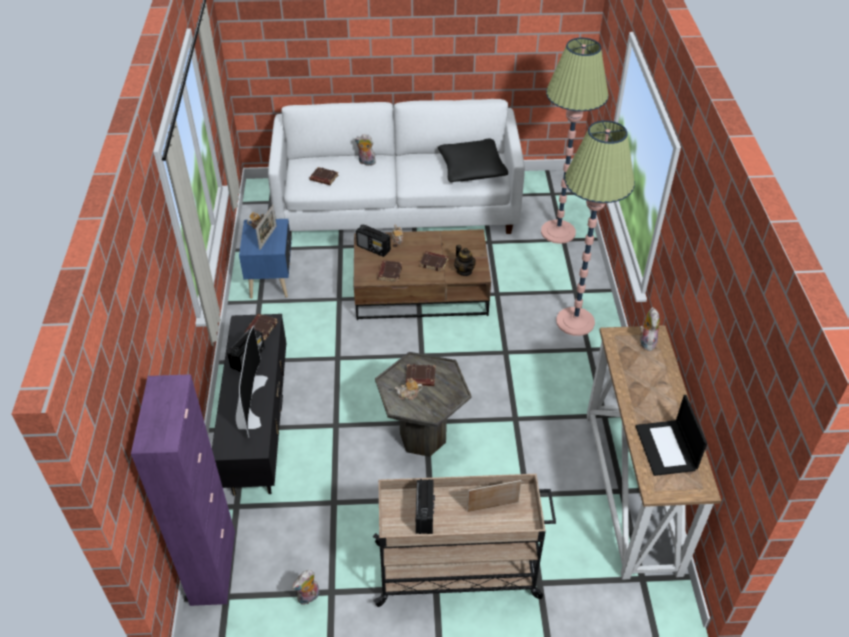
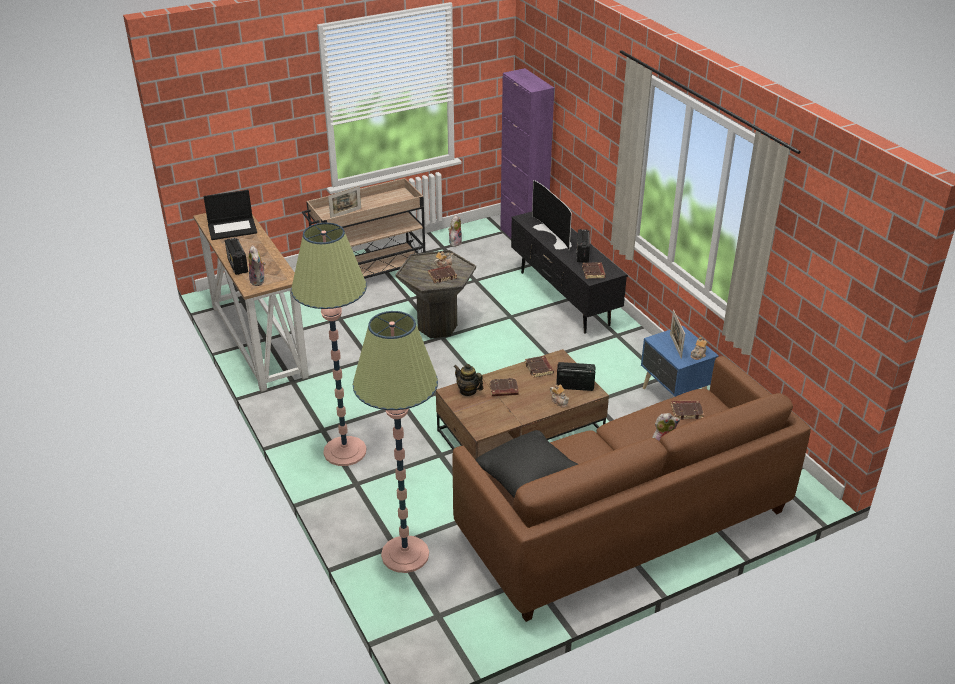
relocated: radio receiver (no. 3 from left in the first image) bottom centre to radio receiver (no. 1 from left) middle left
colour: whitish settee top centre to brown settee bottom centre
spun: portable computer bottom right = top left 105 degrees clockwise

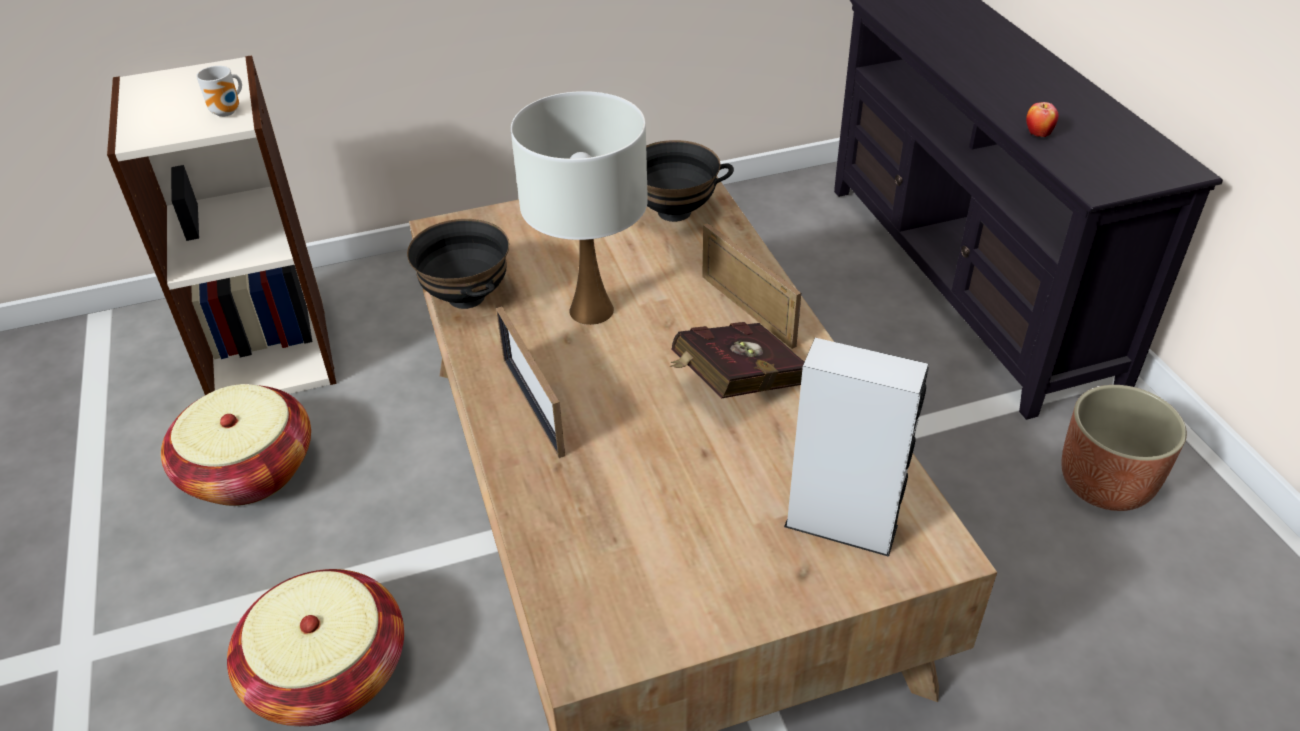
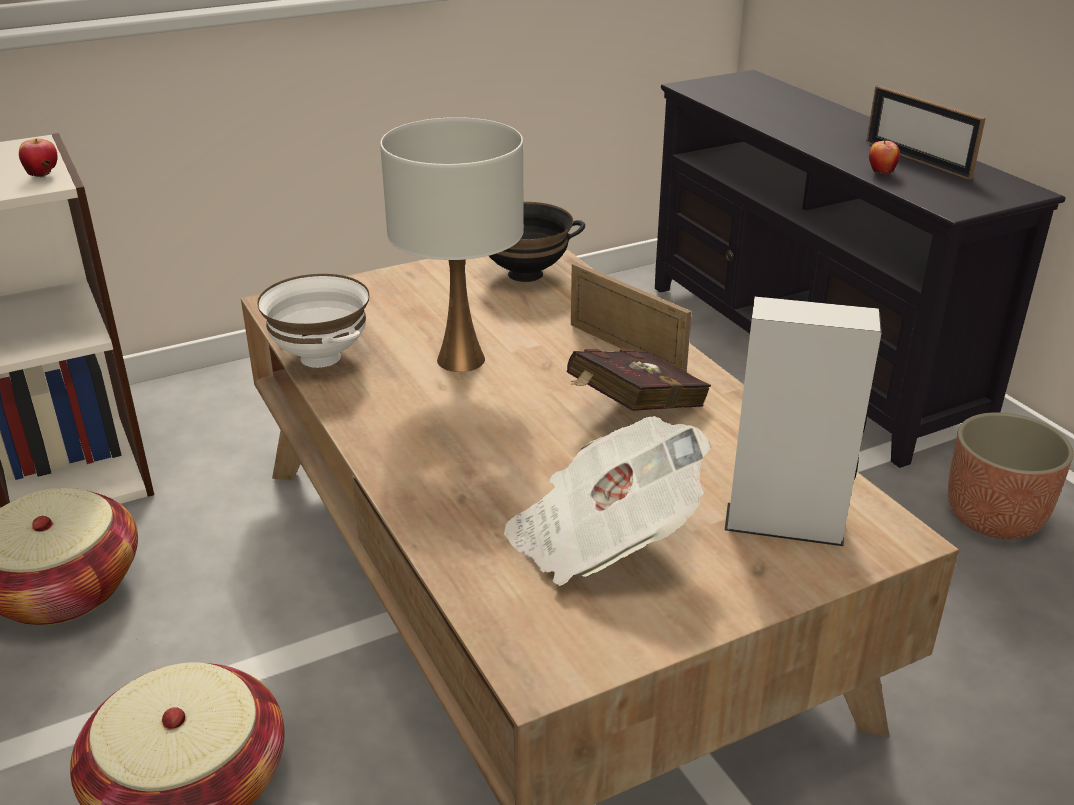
appeared: daily paper centre
relocated: photo frame (no. 1 from left in the first image) centre to photo frame (no. 2 from left) top right
exchanged: mug top left to apple (no. 1 from left) top left
colour: black-coloured serving bowl (no. 1 from left) centre to whitish serving bowl middle left

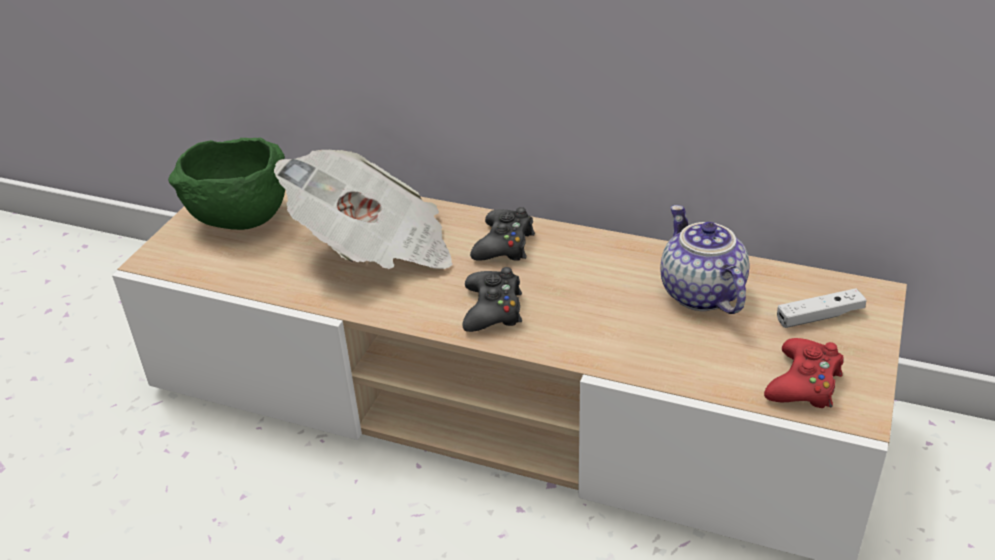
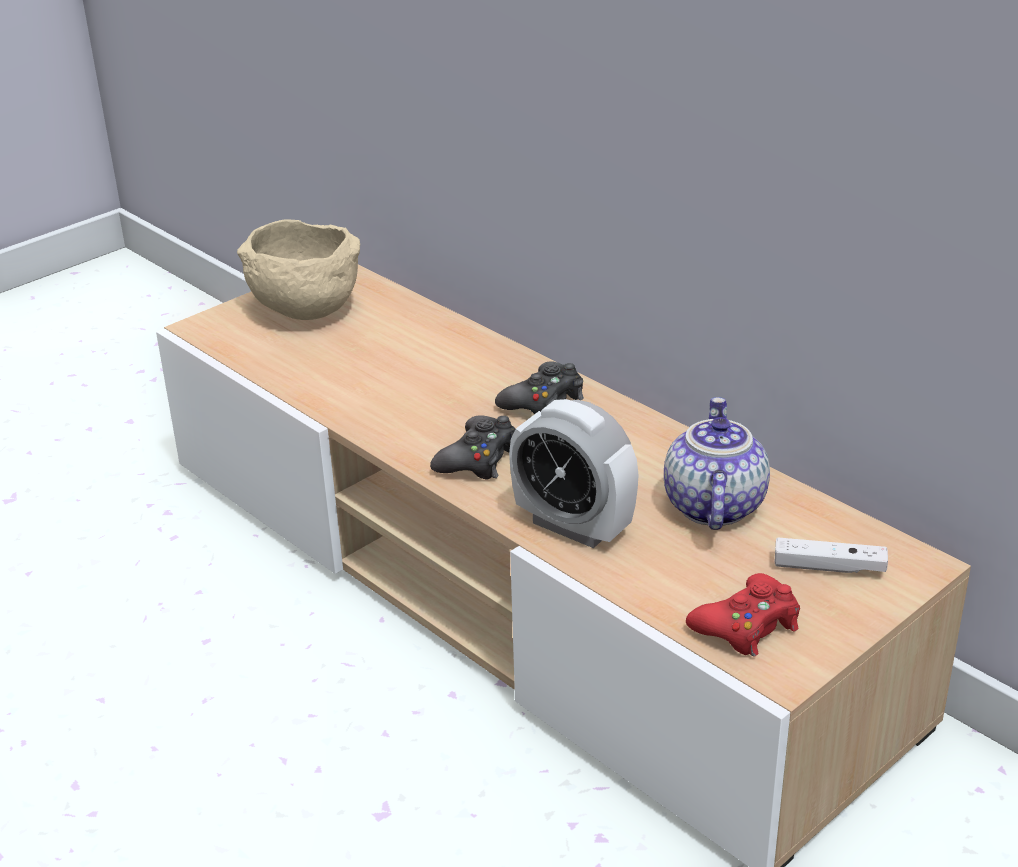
missing: daily paper centre
appeared: table clock centre
colour: green serving bowl top left to beige-coloured serving bowl top left

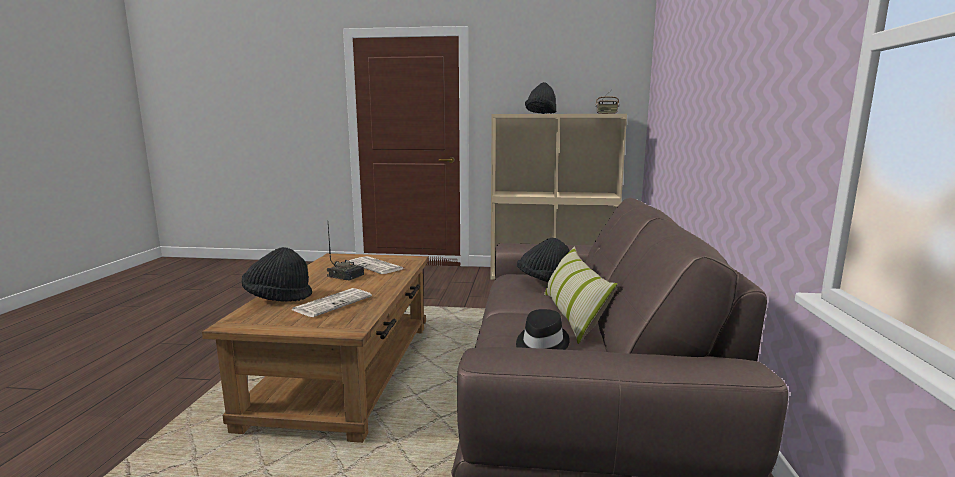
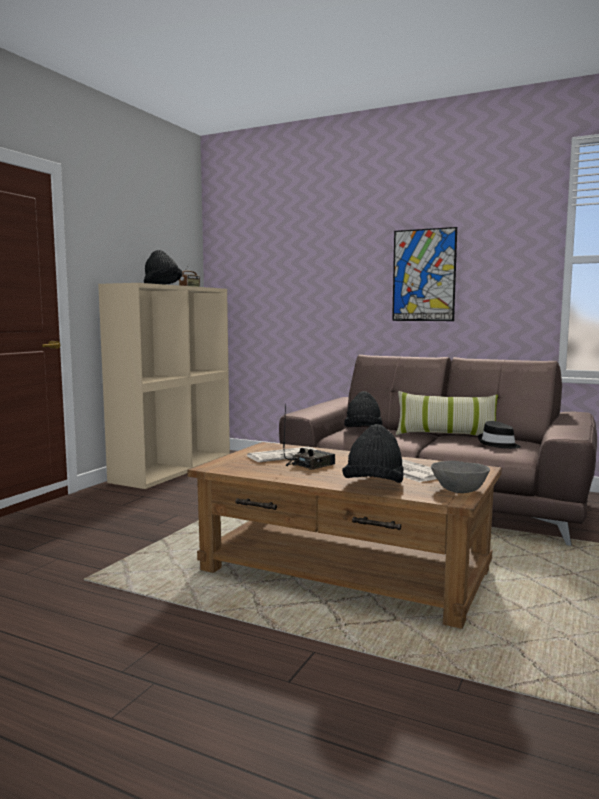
appeared: wall art middle right; grey serving bowl middle right

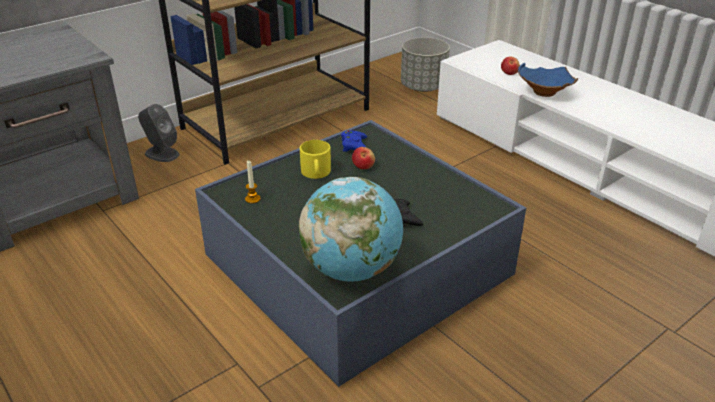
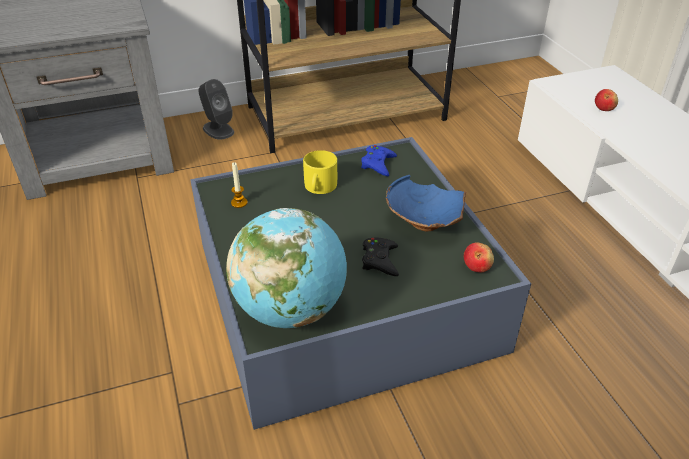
missing: grey flower pot top centre
relocated: apple (no. 1 from left) centre to middle right; blue-coloured serving bowl top right to centre

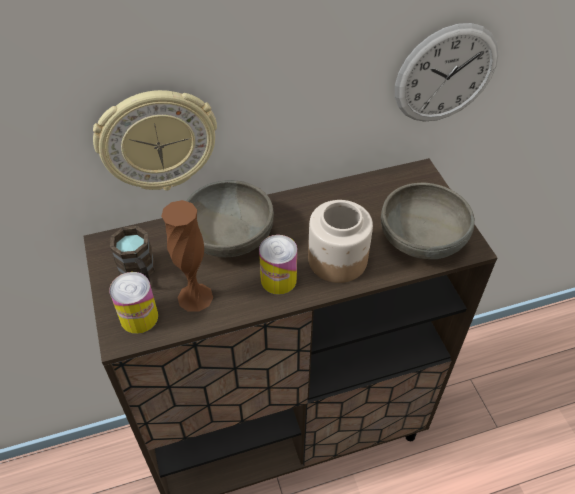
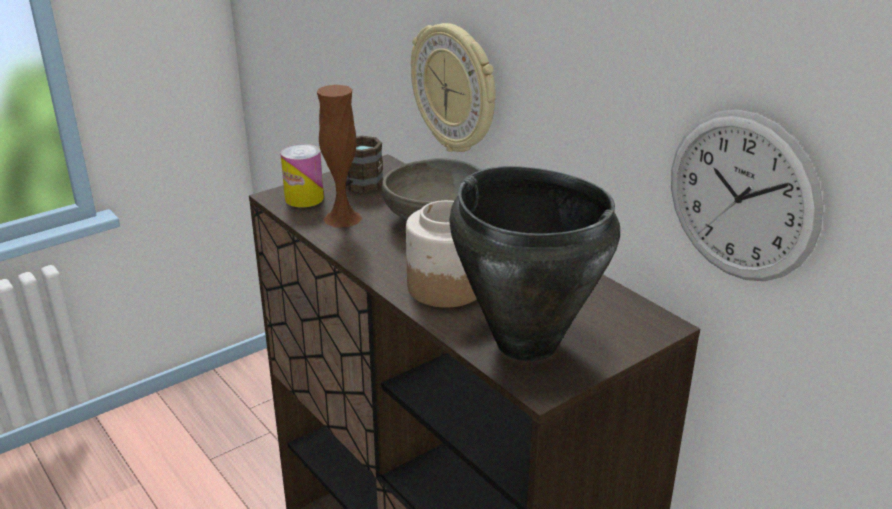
missing: sealed can (no. 2 from left) centre
exchanged: grey serving bowl (no. 2 from left) middle right to black-coloured saucepot centre

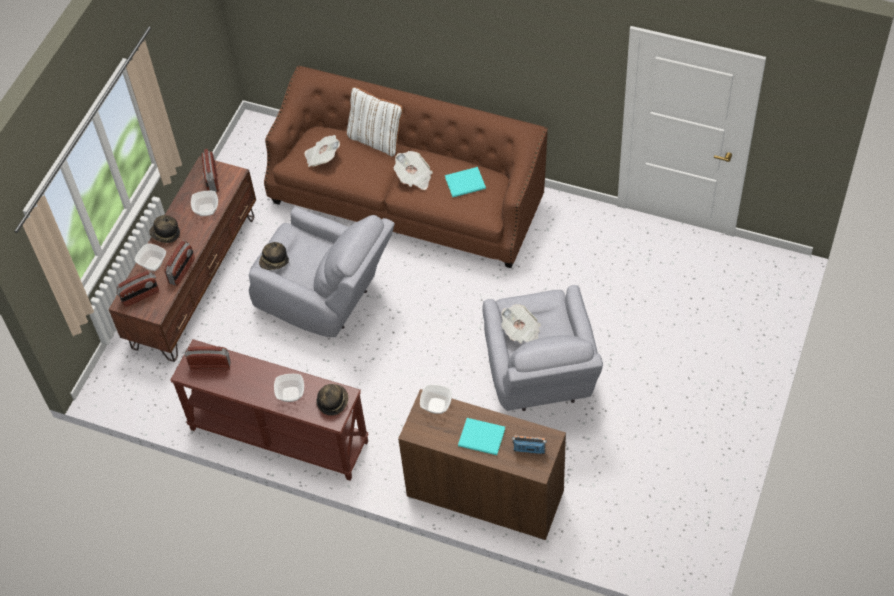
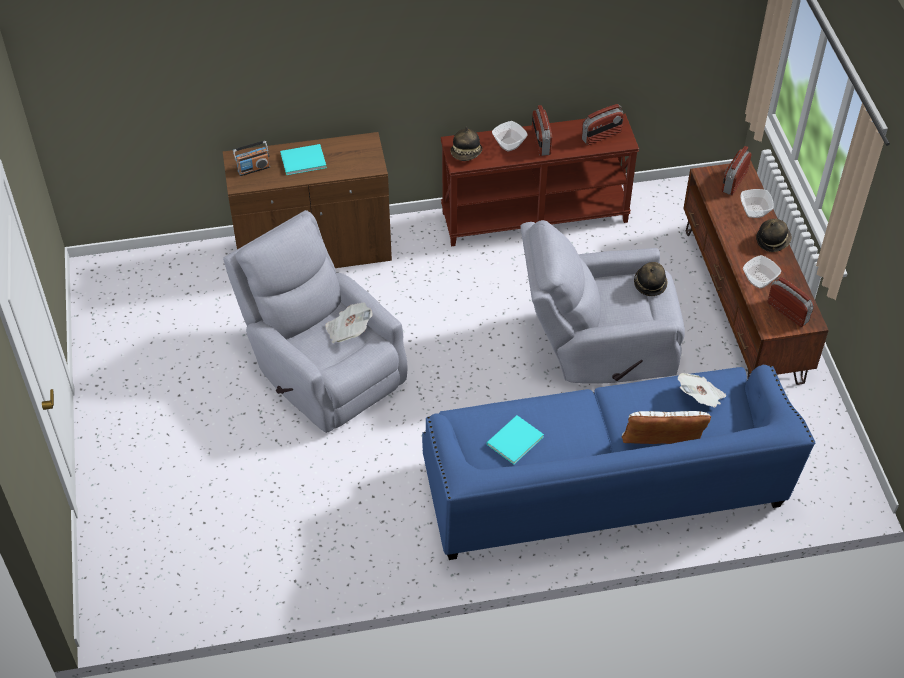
missing: daily paper (no. 2 from left) top centre; serving bowl (no. 4 from left) bottom centre
relocated: radio receiver (no. 2 from left) middle left to top centre
colour: brown settee top centre to blue-coloured settee bottom right

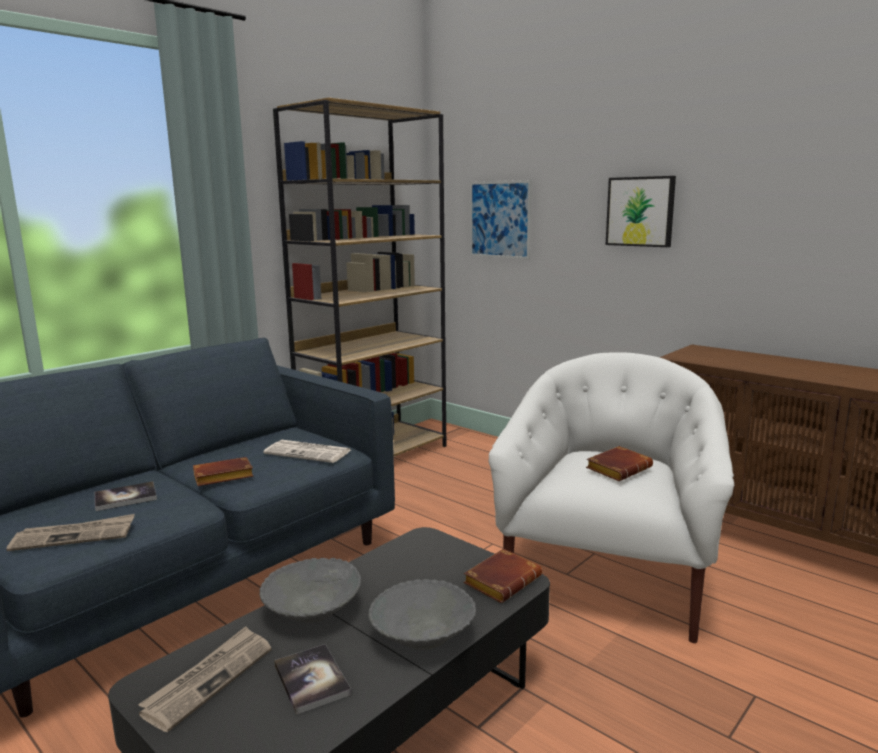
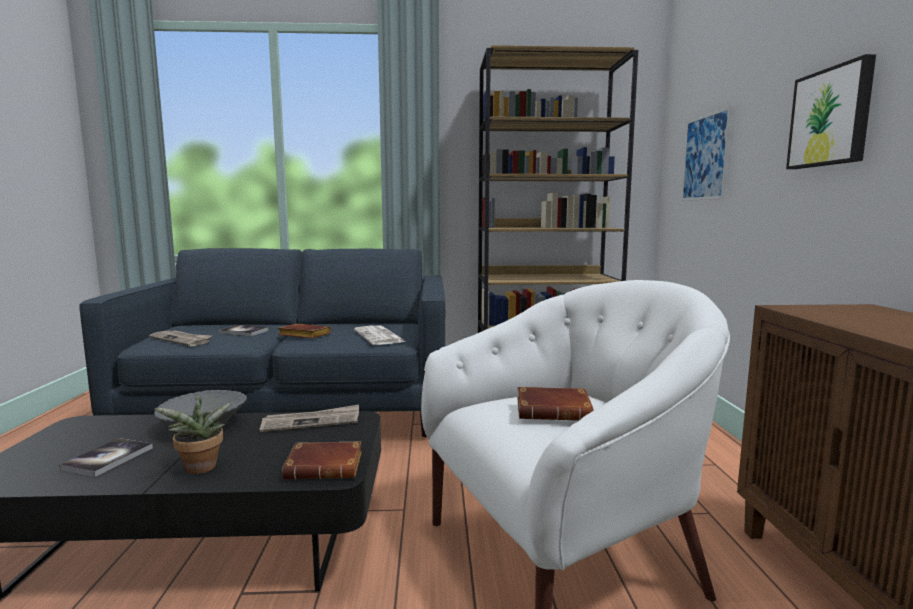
relocated: daily paper (no. 2 from left) bottom left to bottom centre
exchanged: grey serving bowl (no. 2 from left) bottom centre to plant in a pot bottom left

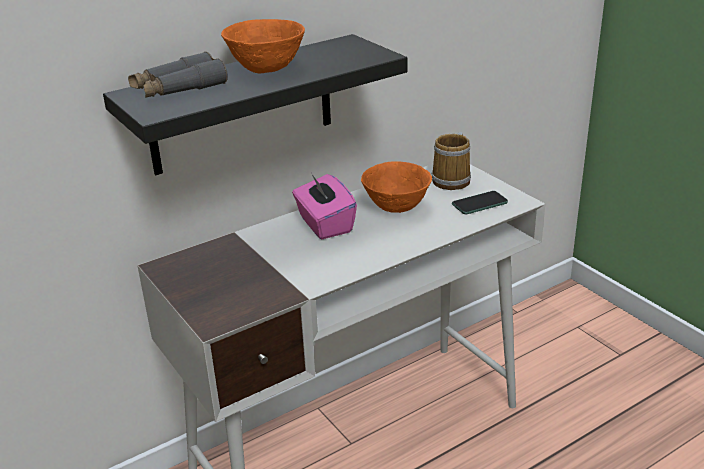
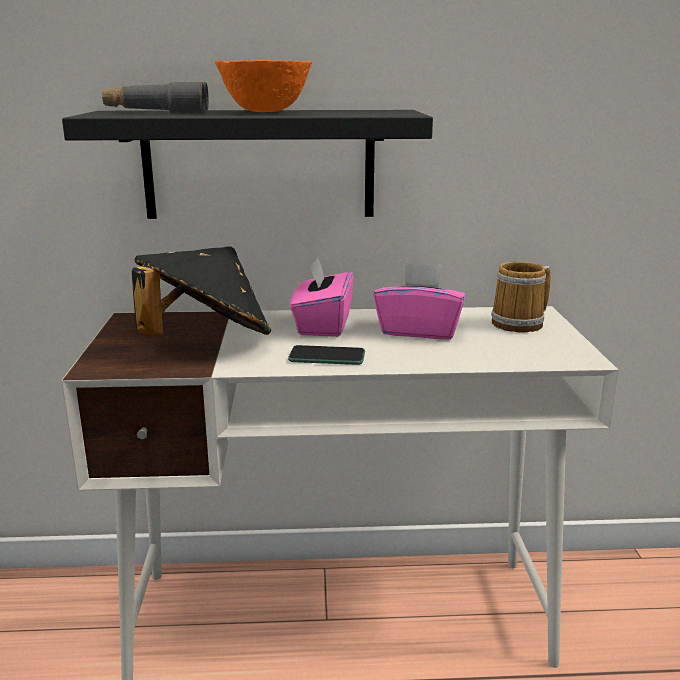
appeared: black-coloured clothing hat middle left
relocated: telephone middle right to centre
exchanged: orangey serving bowl (no. 2 from left) centre to pink-coloured tissue box (no. 2 from left) centre

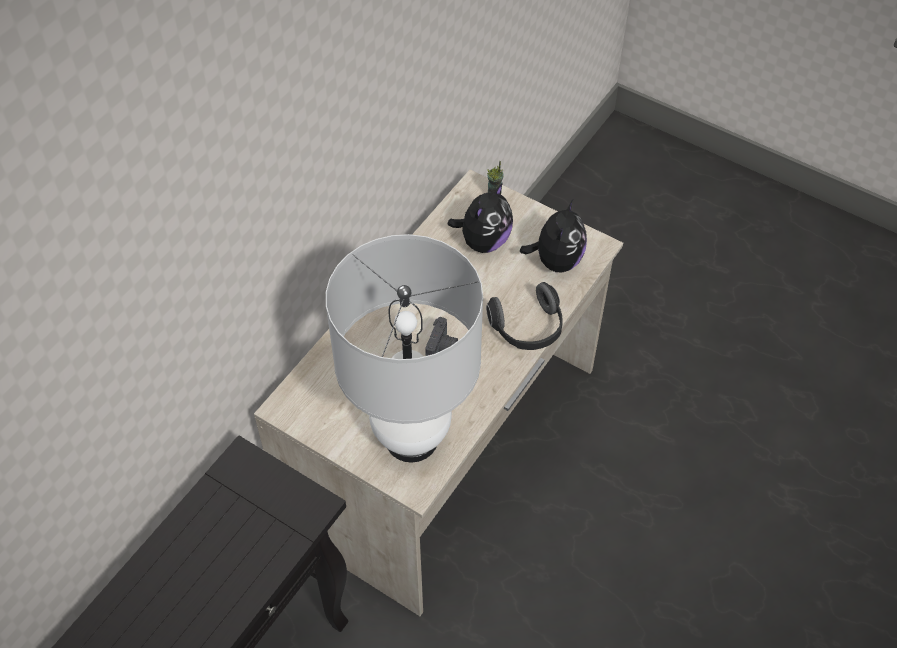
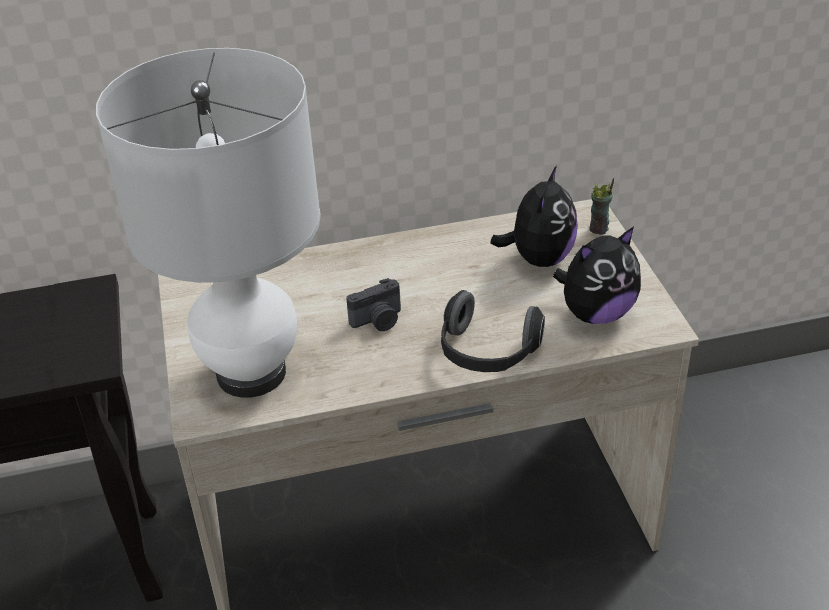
spun: soft toy (no. 1 from left) centre = centre 60 degrees counterclockwise

